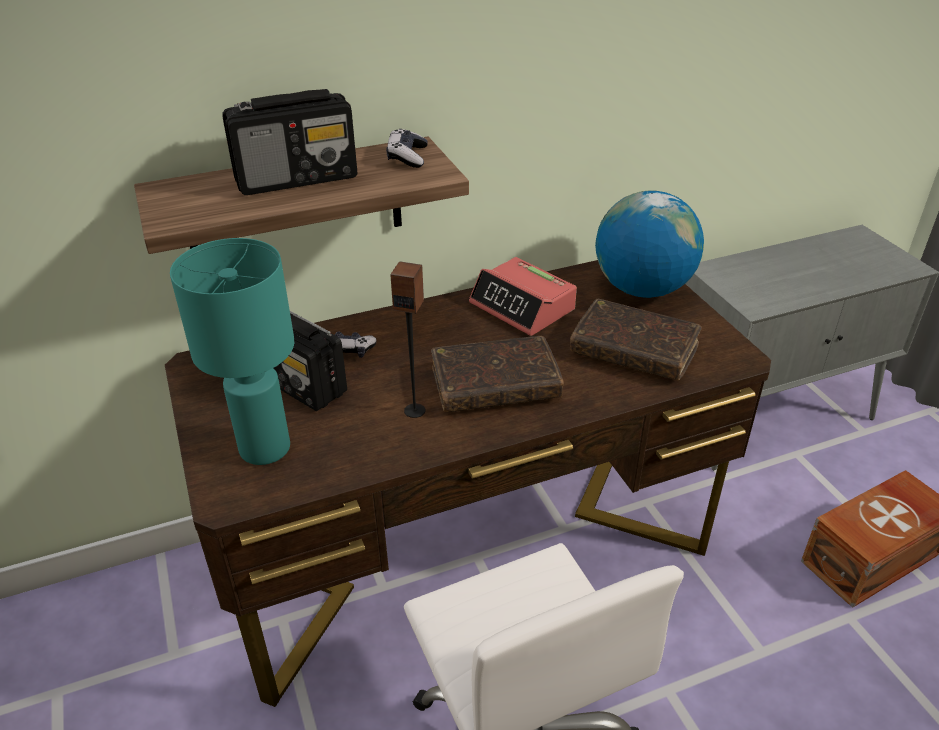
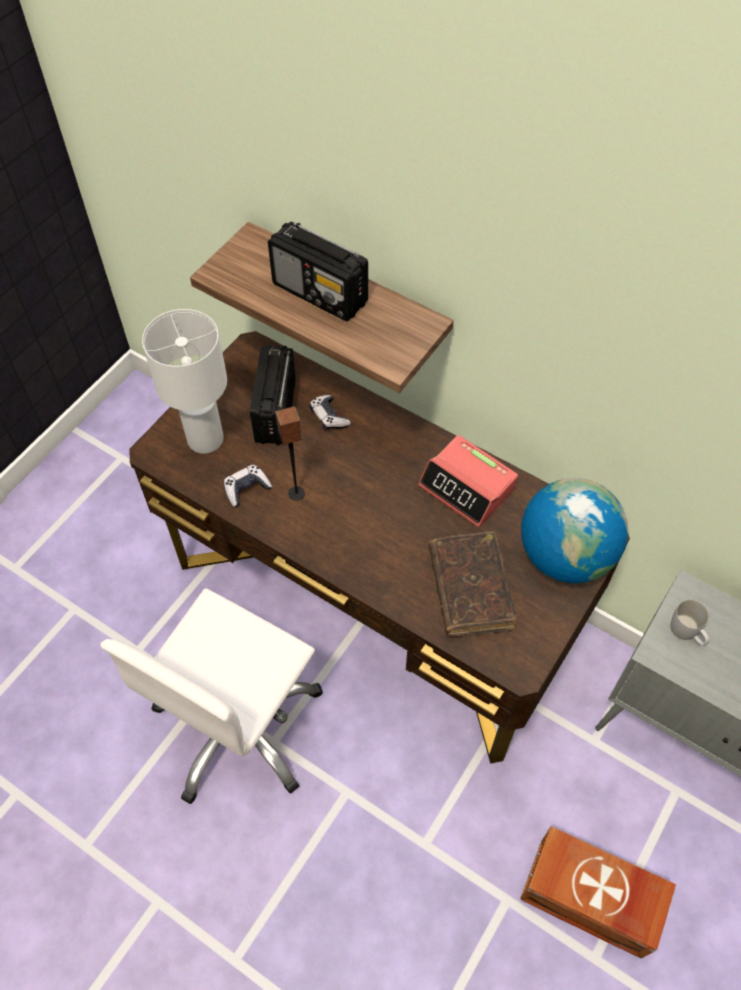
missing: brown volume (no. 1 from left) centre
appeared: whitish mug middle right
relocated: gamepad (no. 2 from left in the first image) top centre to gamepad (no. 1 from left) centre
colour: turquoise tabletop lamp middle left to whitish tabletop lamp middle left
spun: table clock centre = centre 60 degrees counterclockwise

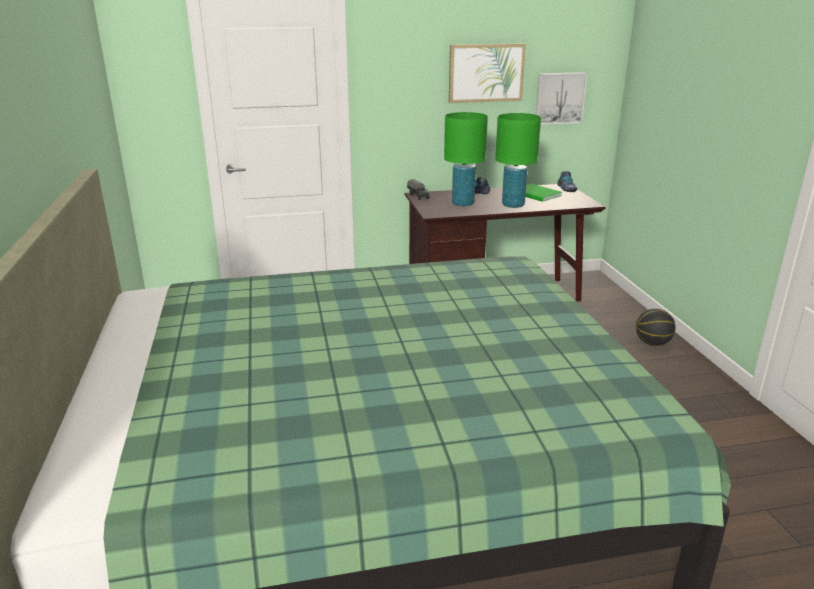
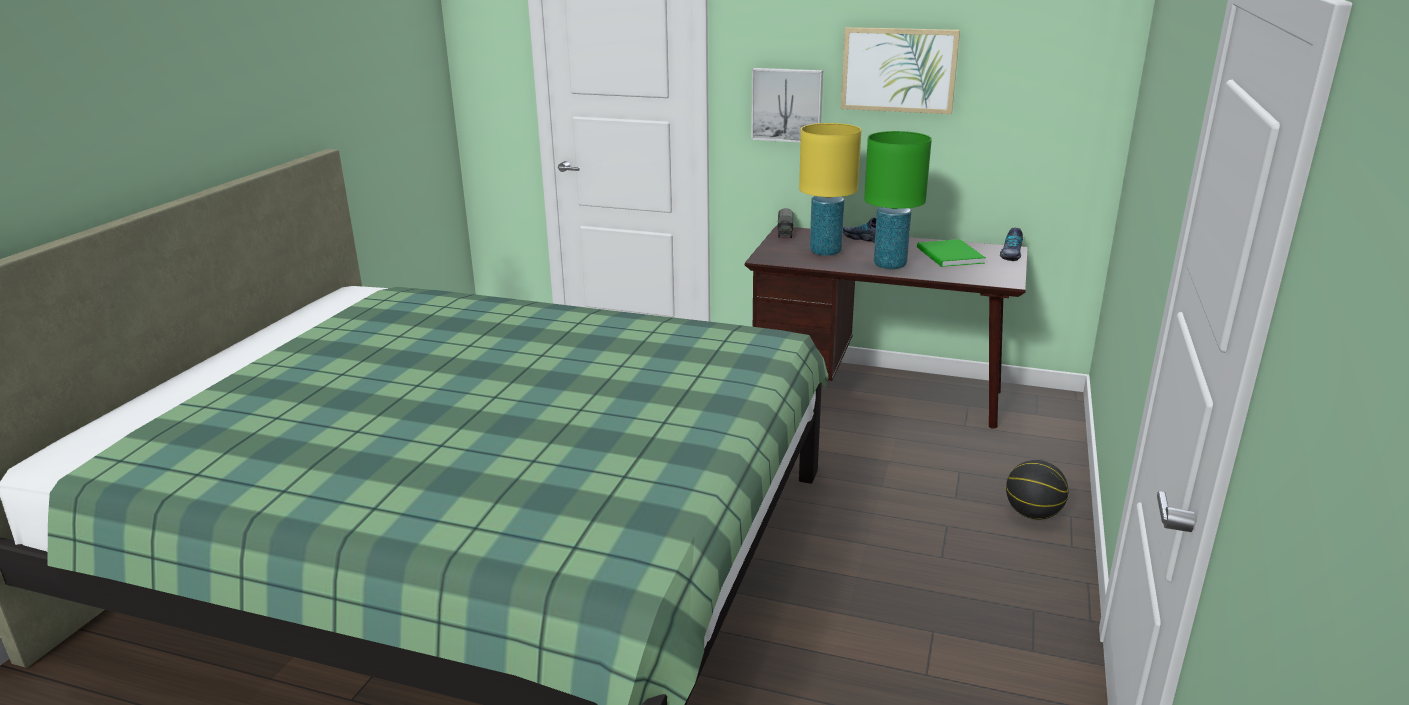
relocated: wall art (no. 2 from left in the first image) top right to wall art (no. 1 from left) top centre
colour: green tabletop lamp (no. 1 from left) top centre to yellowish tabletop lamp top centre

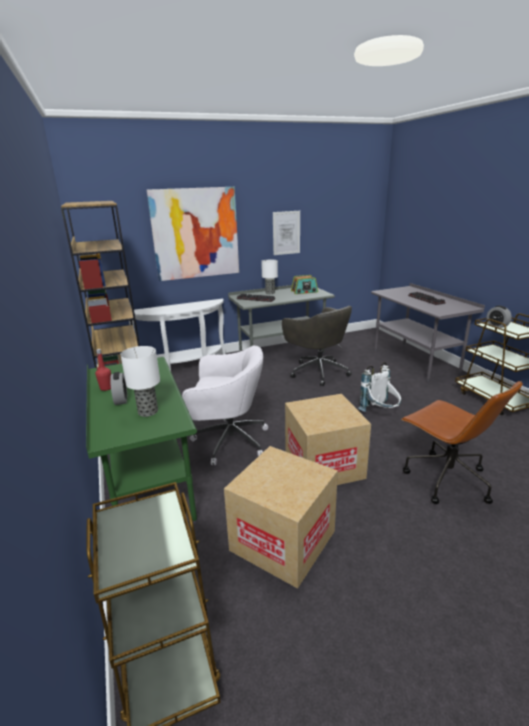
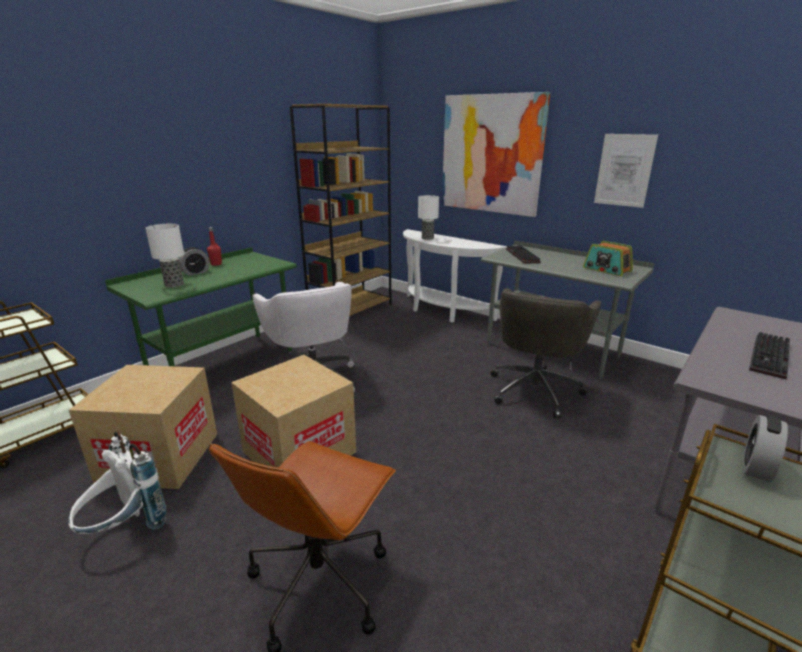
relocated: tabletop lamp (no. 2 from left) centre to top centre; whitish knapsack middle right to bottom left

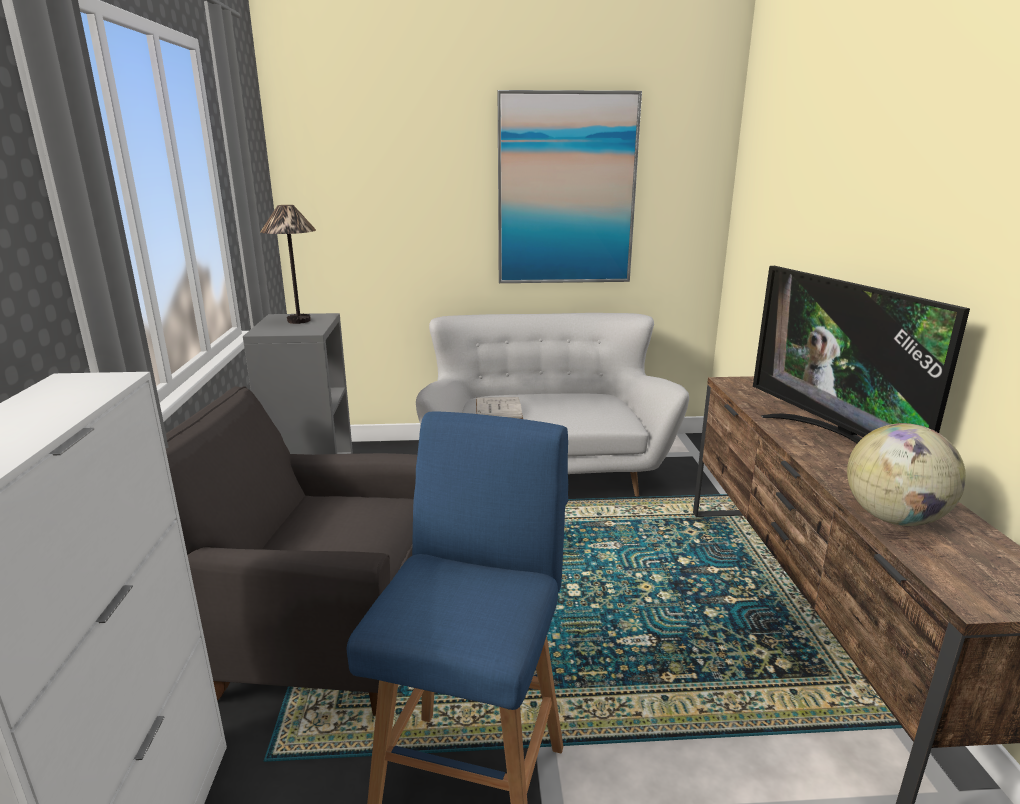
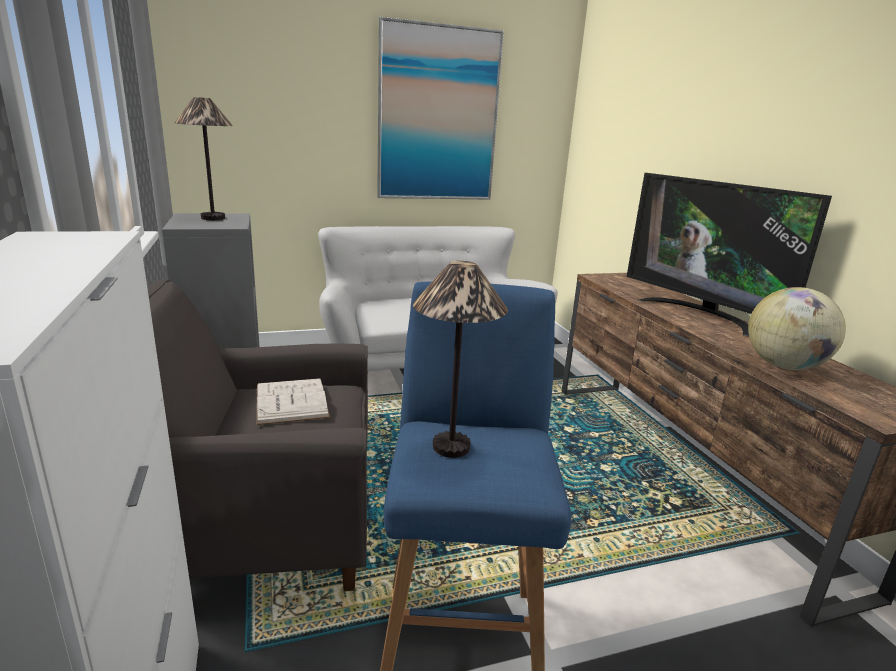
appeared: tabletop lamp (no. 2 from left) centre
relocated: whitish volume centre to middle left

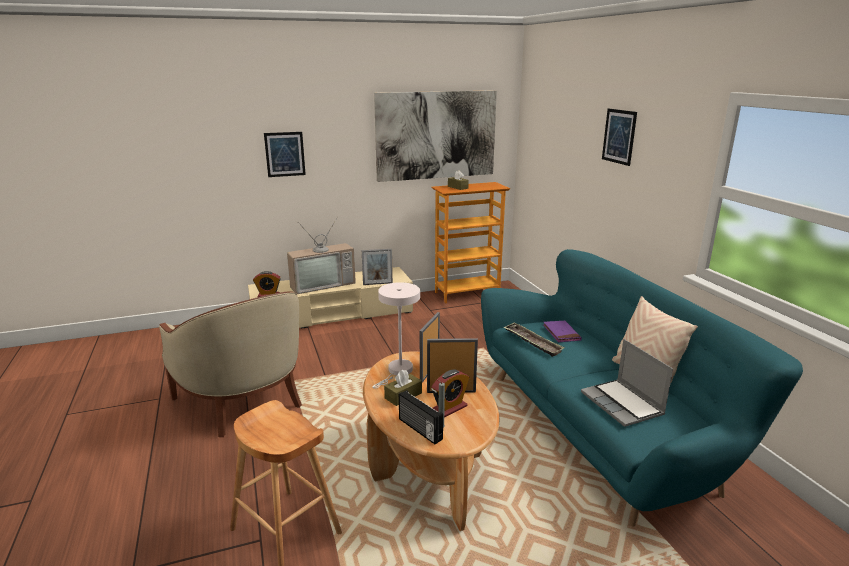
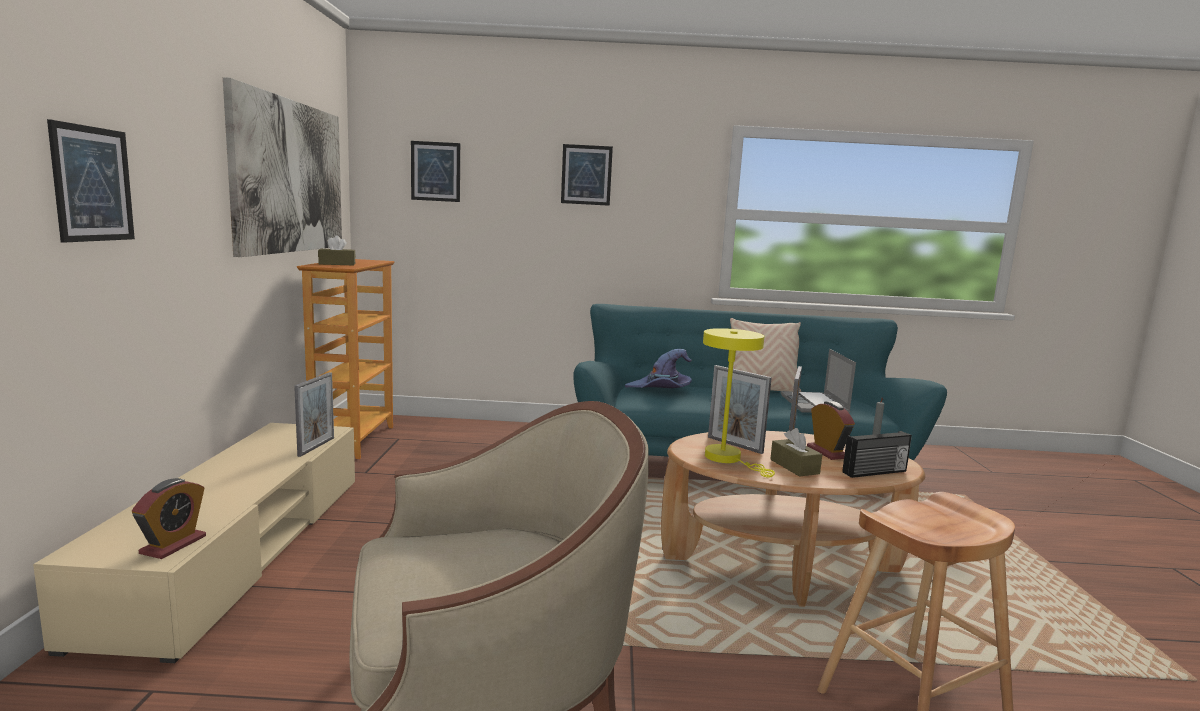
missing: TV set centre; serving tray centre
appeared: wall art (no. 3 from left) top centre
exchanged: purplish volume centre to purplish clothing hat centre
colour: whitish tabletop lamp centre to yellowish tabletop lamp centre
spun: portable computer bottom right = middle right 90 degrees clockwise

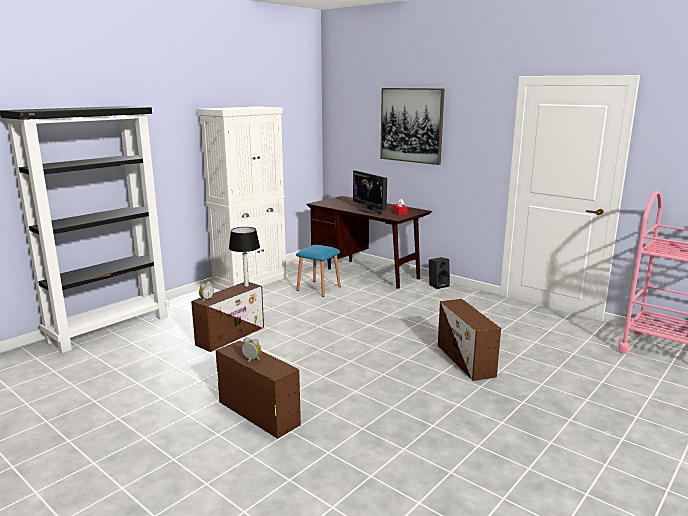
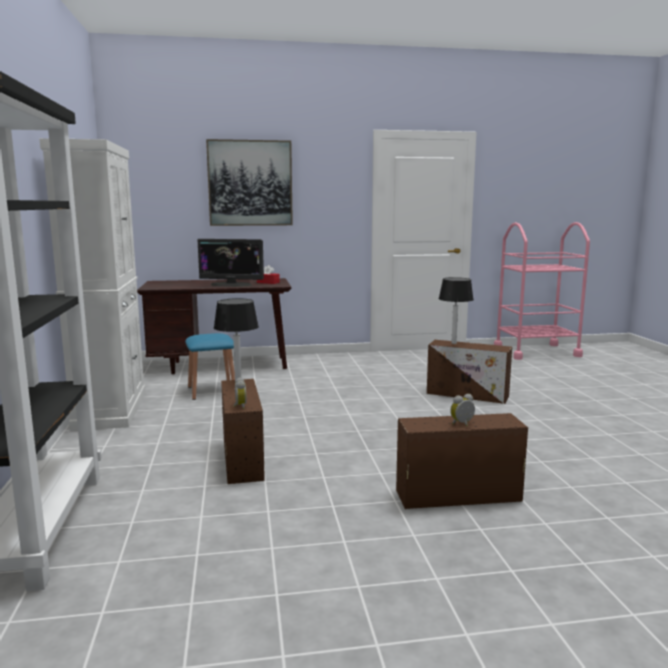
missing: black-coloured loudspeaker centre
appeared: tabletop lamp (no. 2 from left) middle right

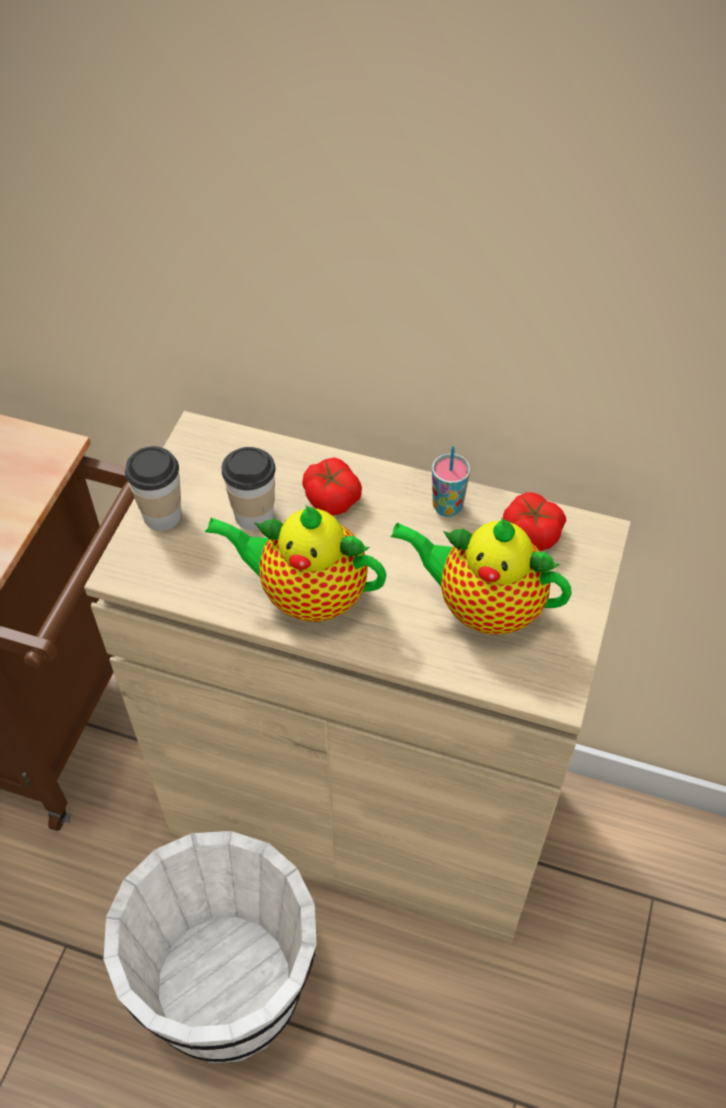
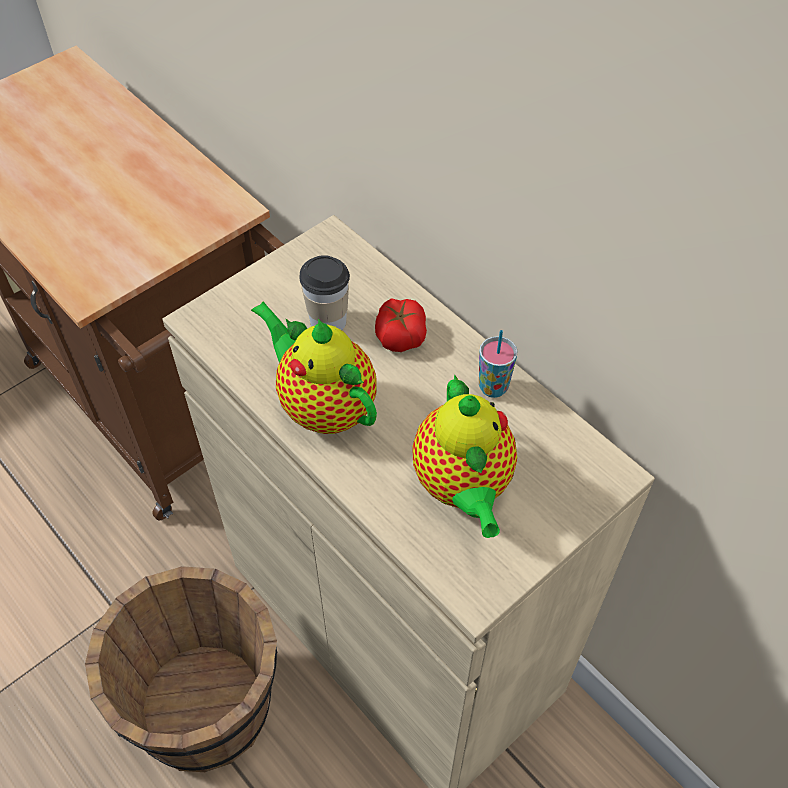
missing: cup (no. 1 from left) middle left; tomato (no. 2 from left) middle right
colour: whitish pail bottom left to brown pail bottom left
spun: pot for tea (no. 2 from left) centre = centre 150 degrees counterclockwise

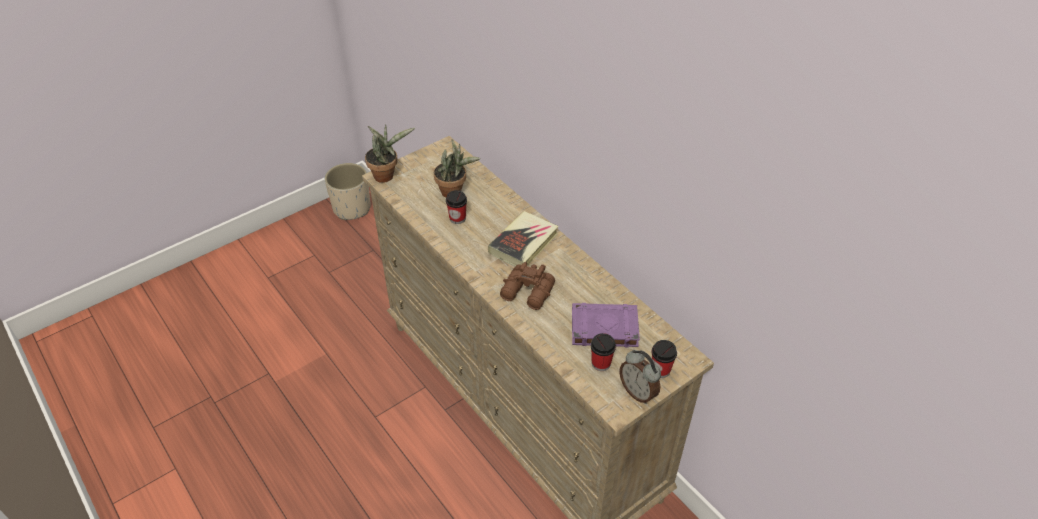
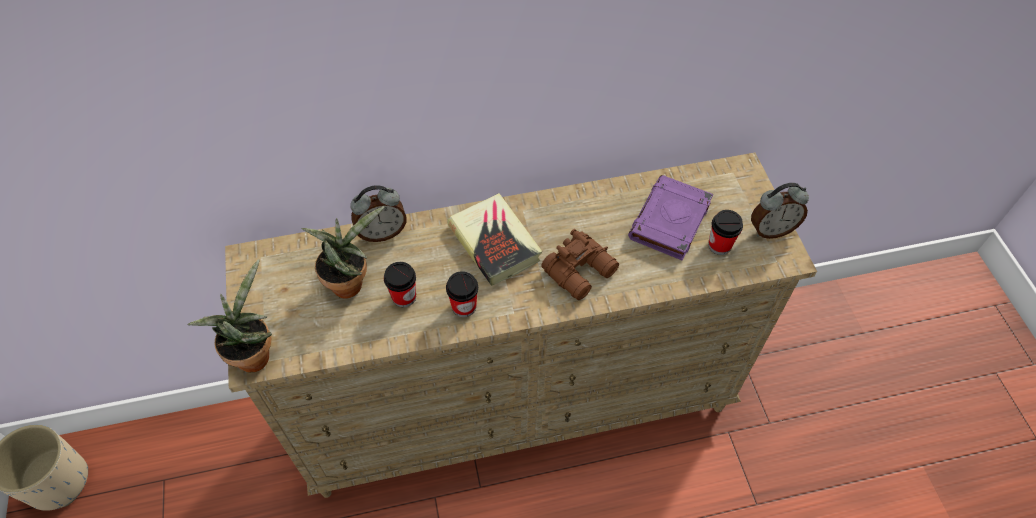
appeared: table clock (no. 1 from left) centre
relocated: cup (no. 3 from left in the first image) bottom centre to cup (no. 2 from left) centre

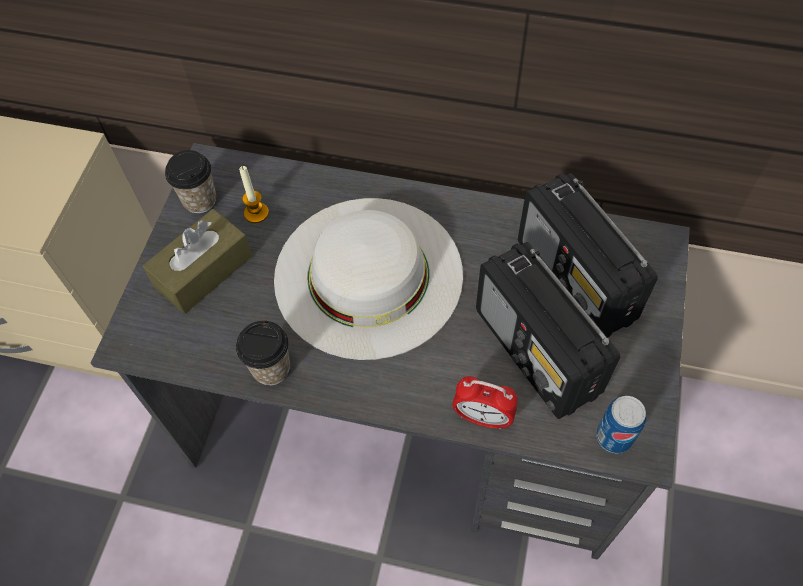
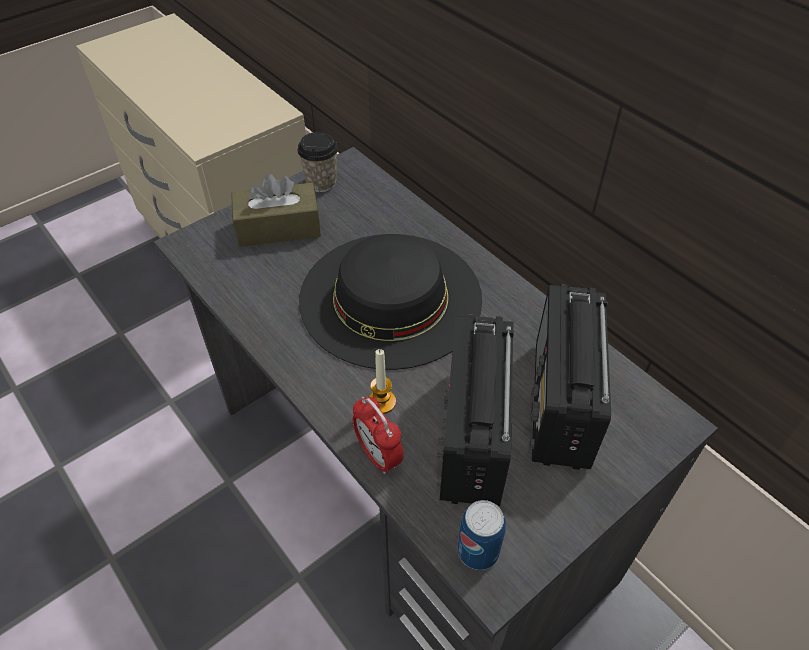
missing: cup (no. 2 from left) middle left
relocated: wax light top left to centre
colour: whitish clothing hat centre to black-coloured clothing hat centre

